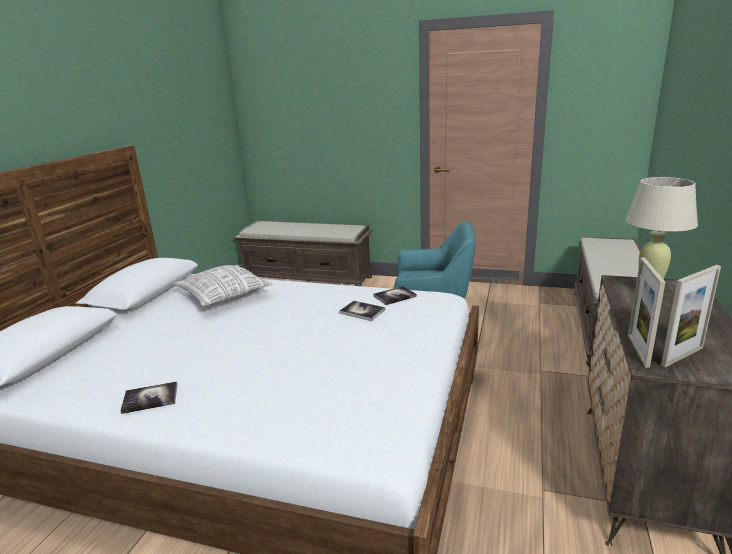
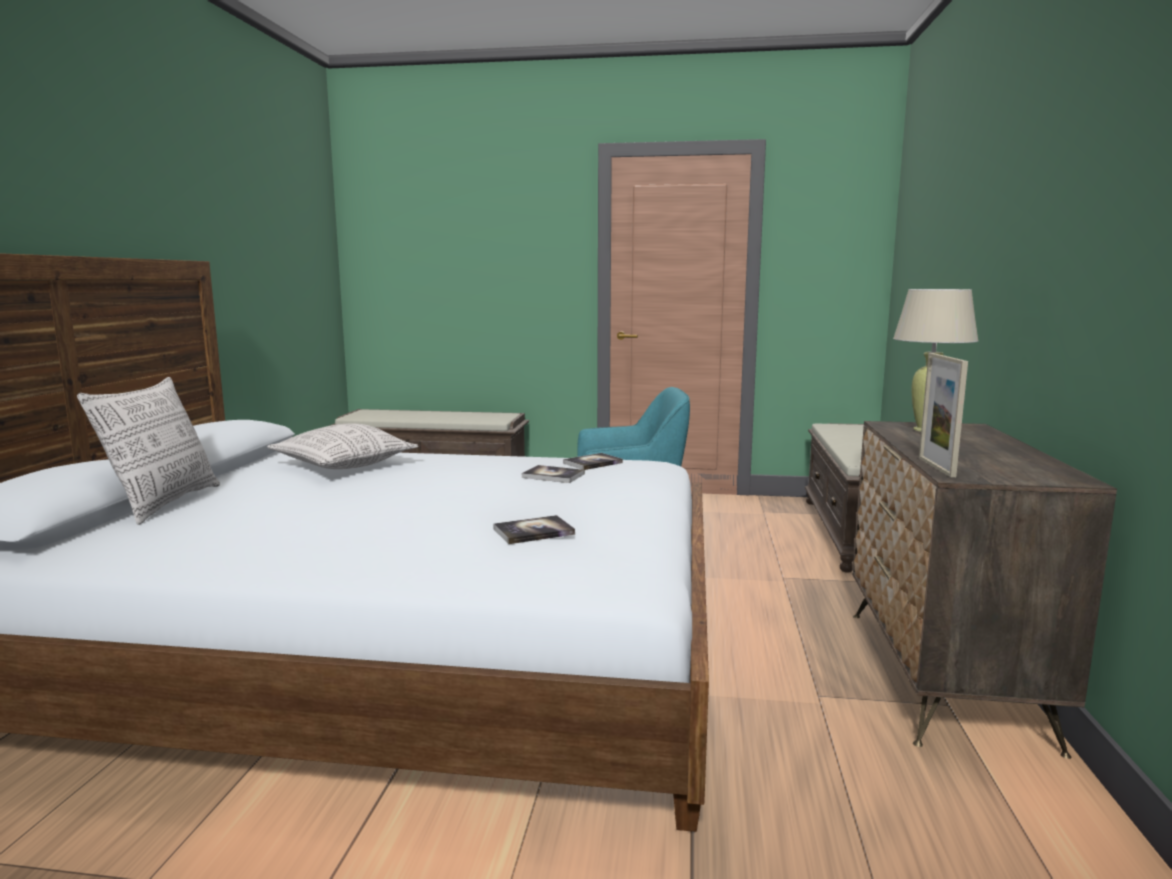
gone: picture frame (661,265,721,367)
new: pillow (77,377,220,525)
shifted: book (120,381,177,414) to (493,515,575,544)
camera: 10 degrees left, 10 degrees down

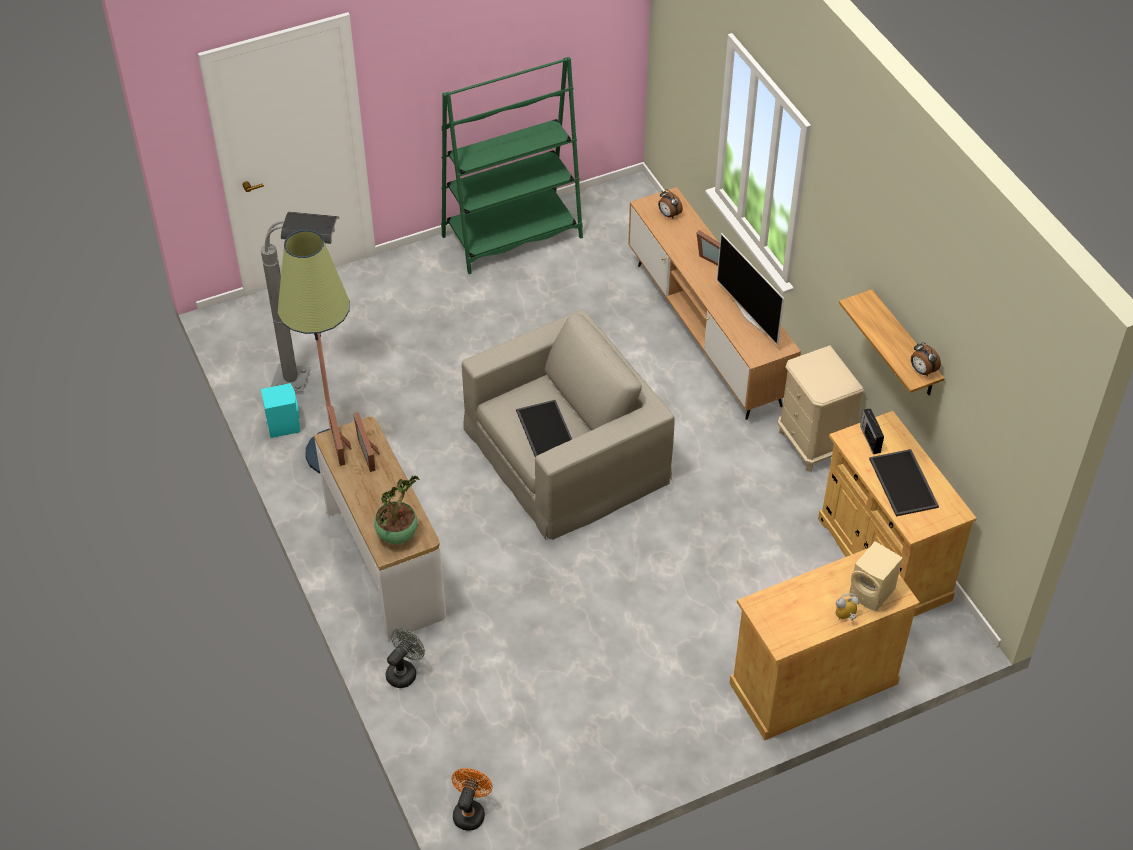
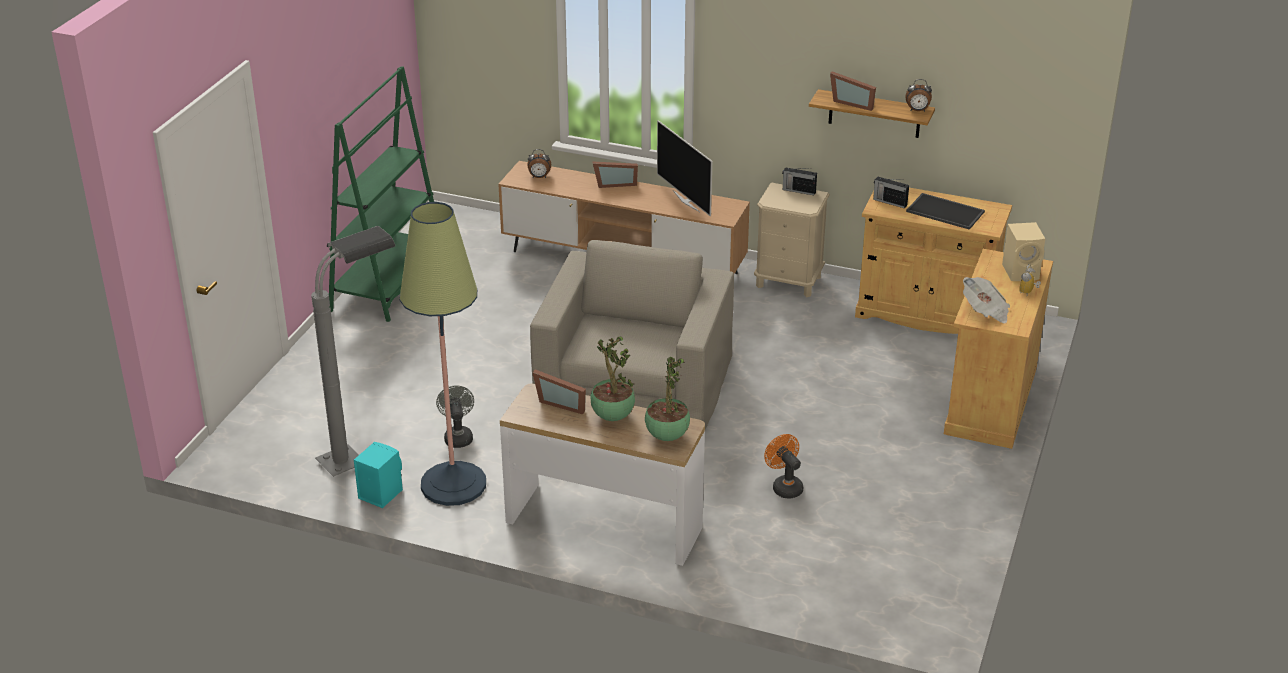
gone: tray (516,400,572,457)
new: potted plant (590,336,635,421); radio (782,167,817,195); newspaper (963,277,1010,323)
shifted: picture frame (328,406,352,466) to (830,71,876,111); grey fan (386,628,425,688) to (436,385,474,448); orange fan (452,768,492,831) to (764,434,803,499)
rotated: television (717,233,784,345) = (657,120,712,216) 45 degrees clockwise
camera: 45 degrees left, 15 degrees down

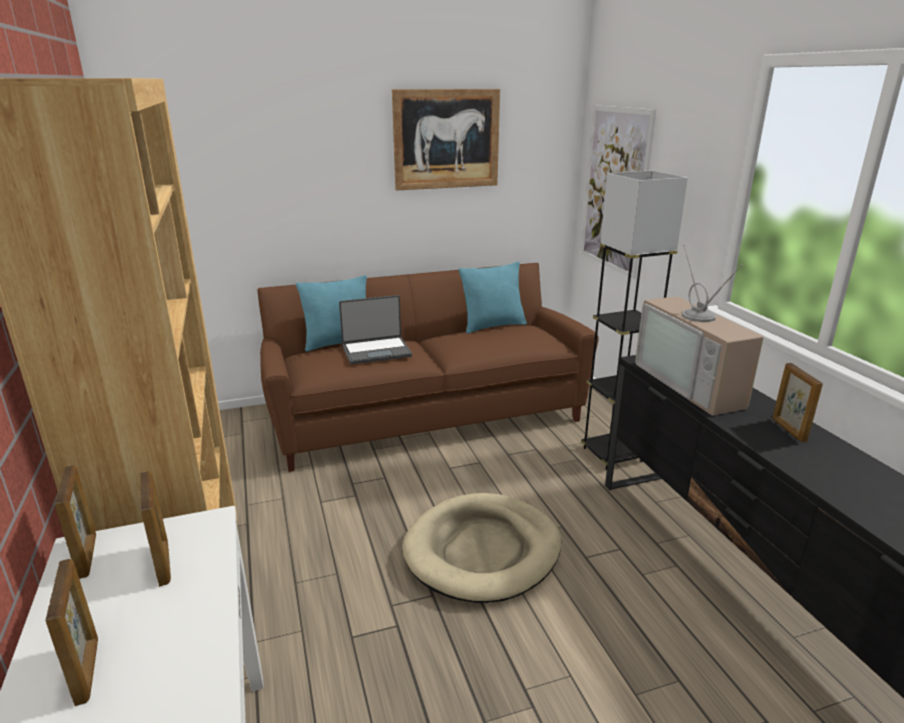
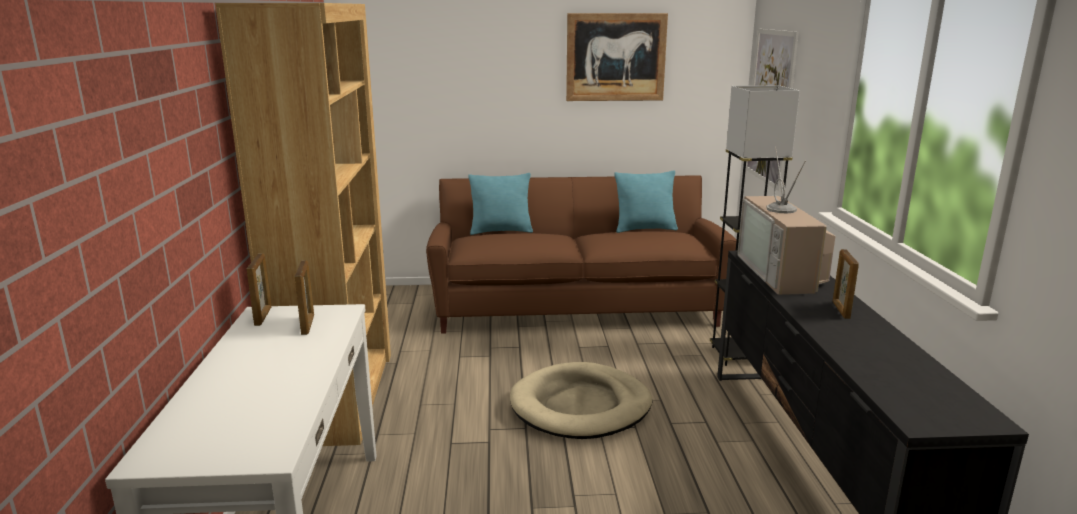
gone: picture frame (45,559,98,706); laptop (339,295,412,364)
camera: 15 degrees right, 5 degrees down

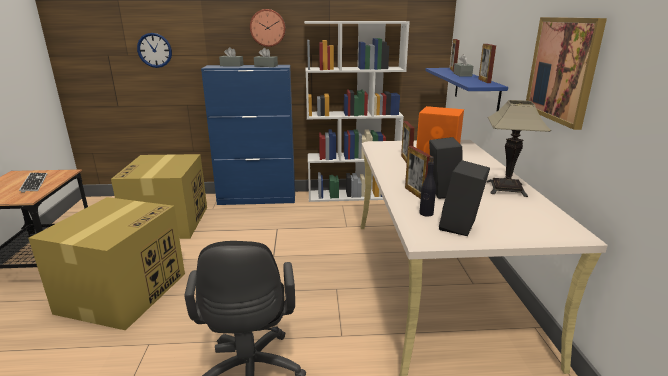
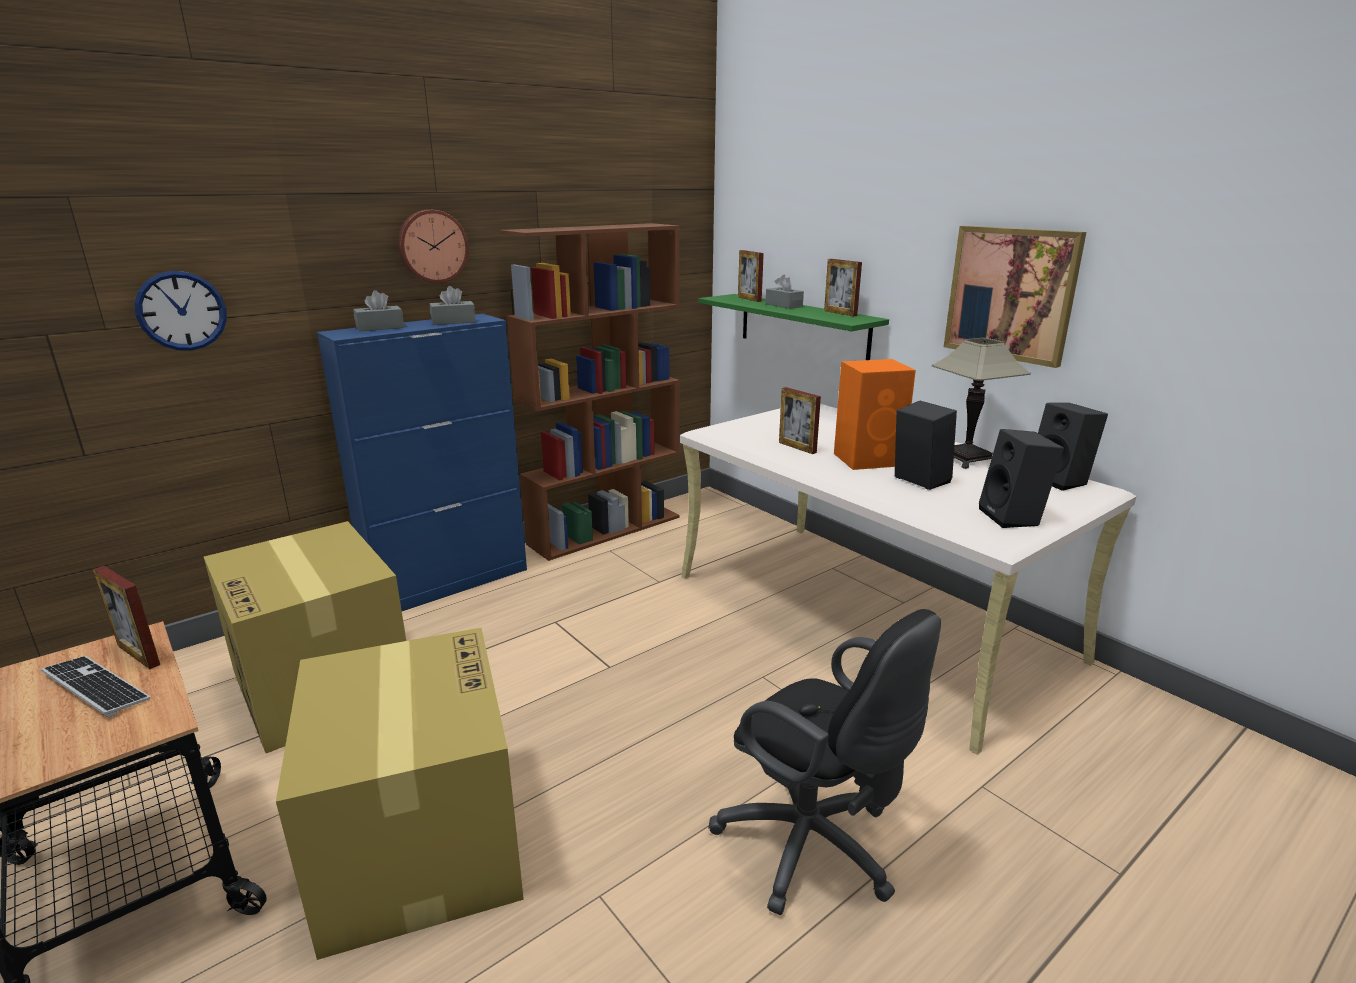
gone: black bottle (419,156,436,217)
new: black speaker (1038,403,1108,491)
shifted: picture frame (405,146,431,199) to (93,566,160,669)
repainted: white bookcase (304,21,410,202) to brown bookcase (499,223,680,561); blue shelf (425,68,508,112) to green shelf (698,294,889,360)
camera: 35 degrees left, 0 degrees up

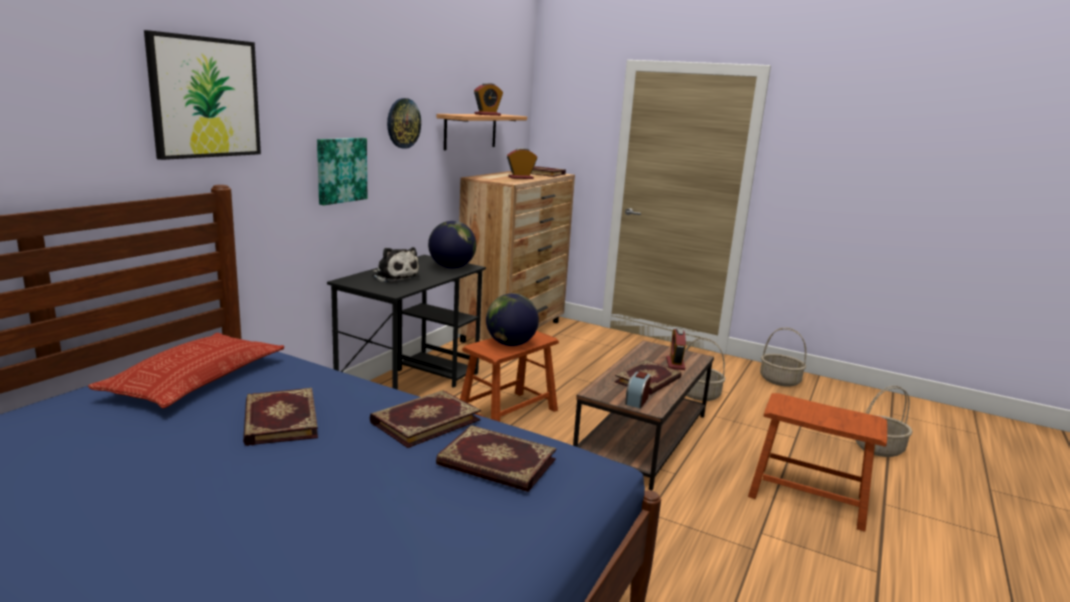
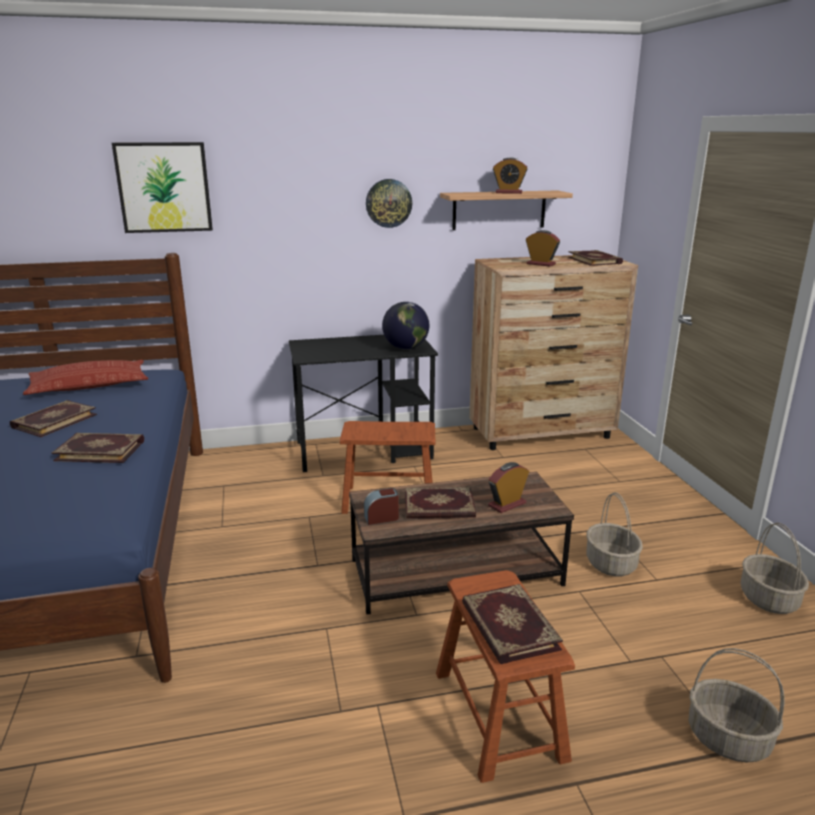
gone: picture (317,138,367,205); plush toy (372,247,420,283); globe (486,293,539,346)
shifted: book (436,425,557,492) to (462,584,563,664)
camera: 50 degrees right, 5 degrees up

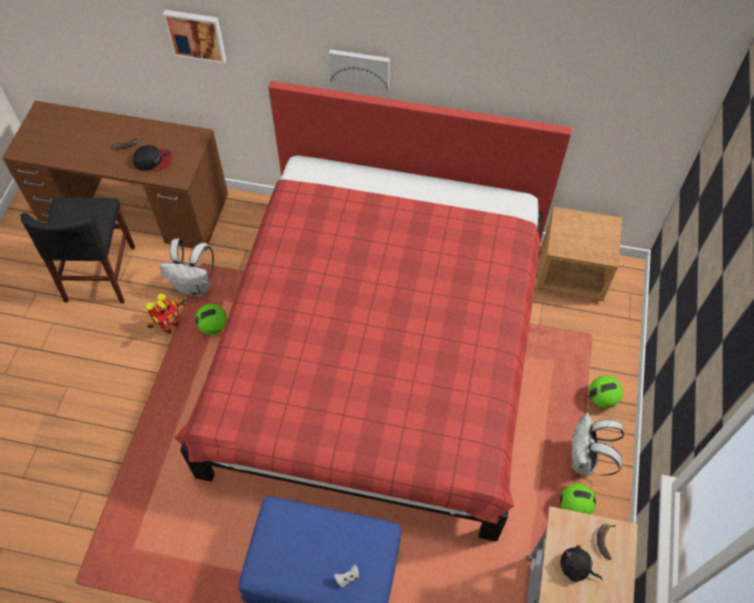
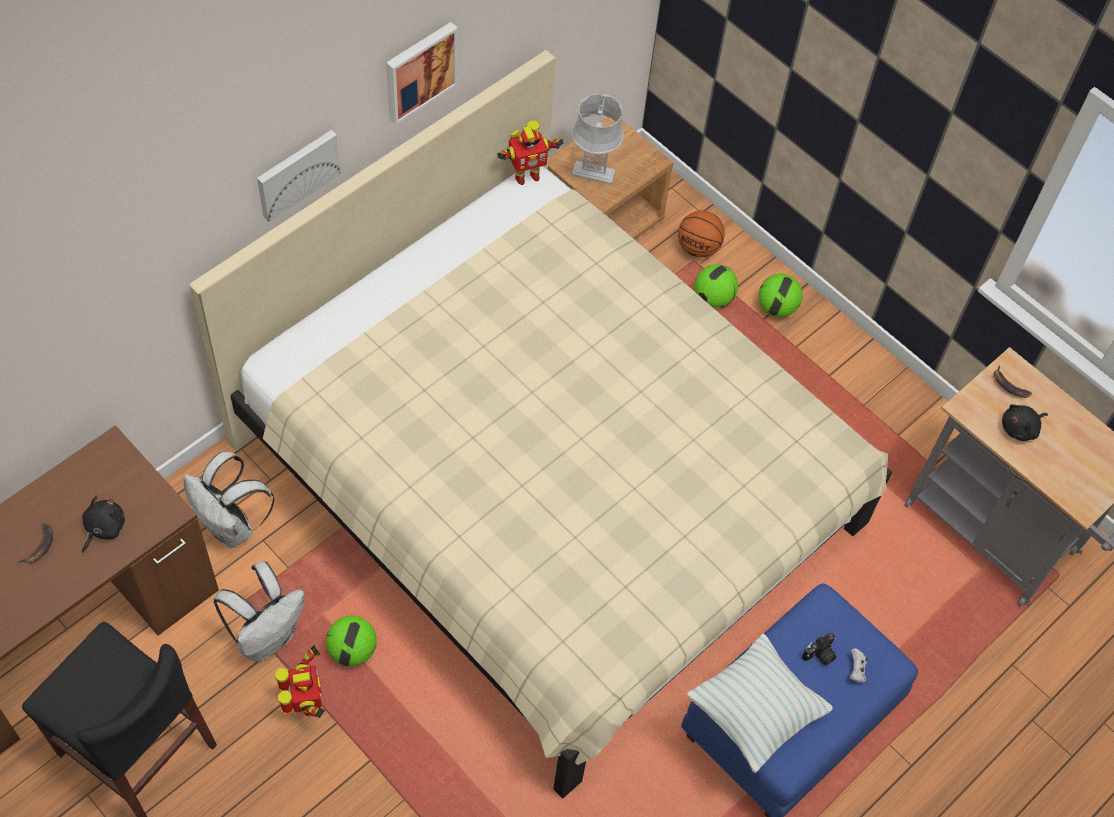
new: toy robot (497,121,564,185); grey table lamp (572,94,624,184); basketball (678,211,725,257); pillow (687,633,833,773); photo camera (802,633,837,666)
shifted: picture (163,10,226,64) to (386,22,458,125); football (560,484,596,515) to (694,264,738,308); white backpack (570,413,624,476) to (184,451,275,548)
swapped: cap (133,145,172,170) to black plush toy (82,495,125,552)
repainted: red bed (174,81,572,541) to beige bed (189,50,892,798)
camera: 60 degrees left, 0 degrees up

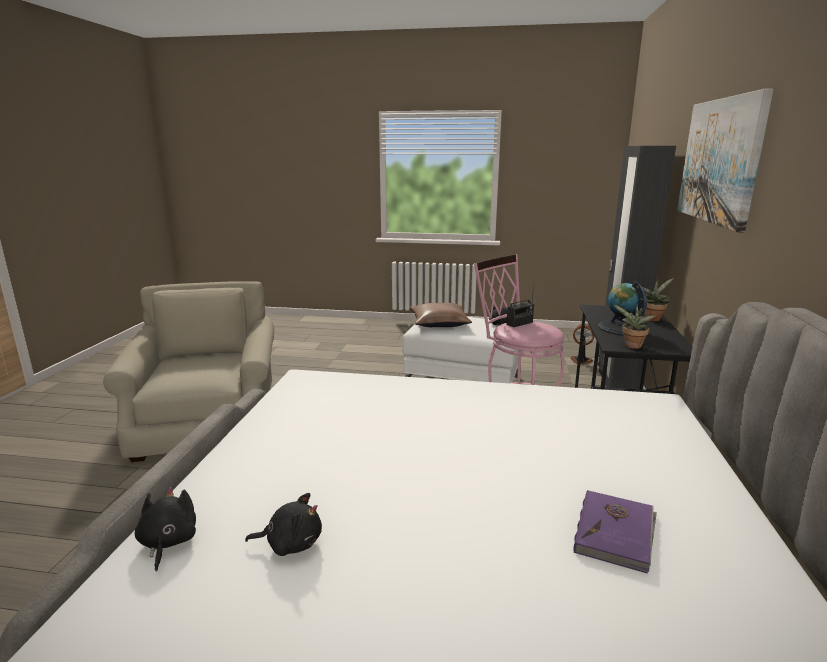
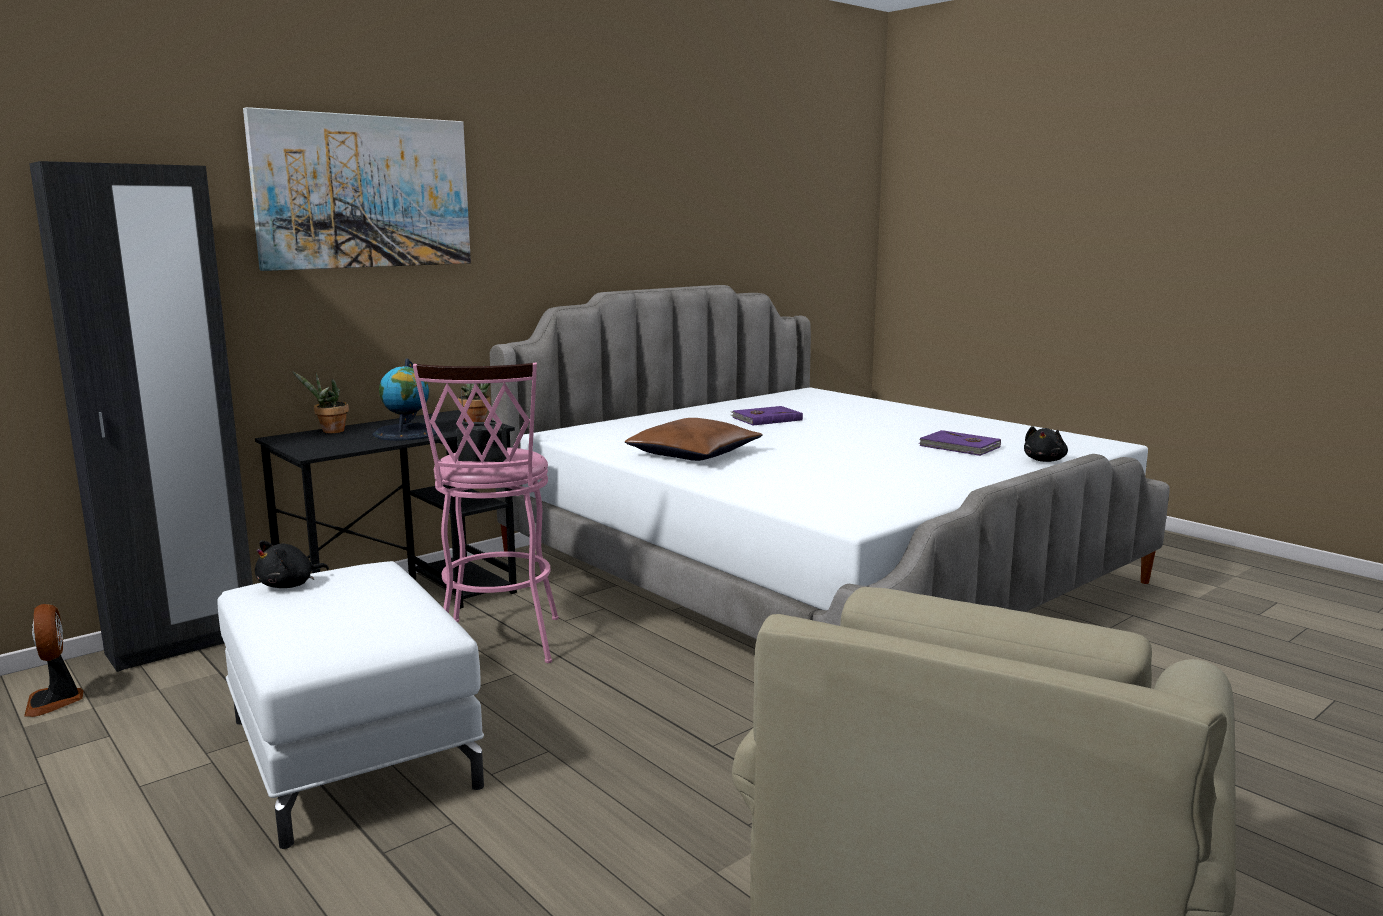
shifted: brown pillow (410,303,472,327) to (625,418,763,461)
swapped: black plush toy (245,493,322,556) to purple book (918,430,1001,456)
camera: 140 degrees left, 5 degrees down

